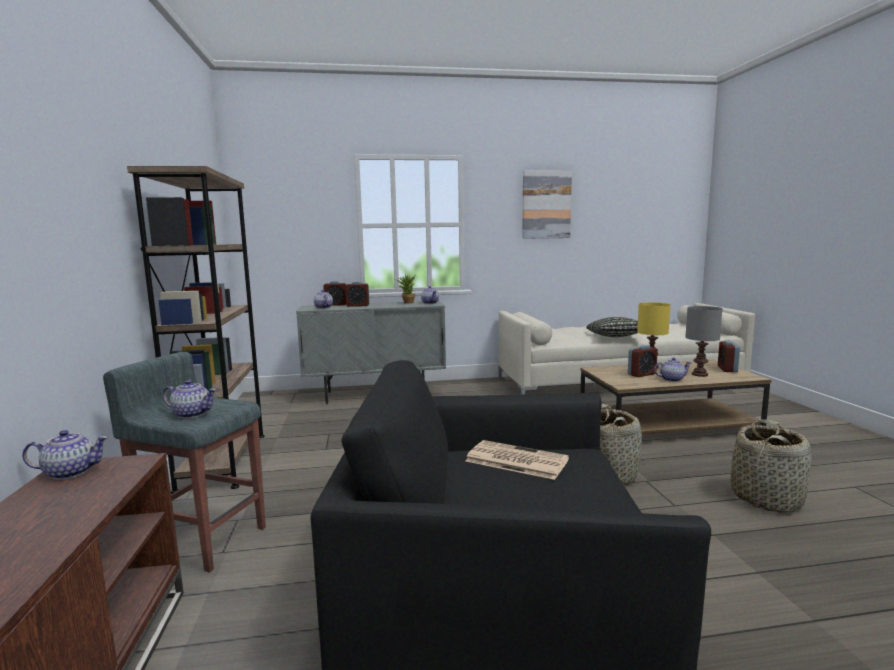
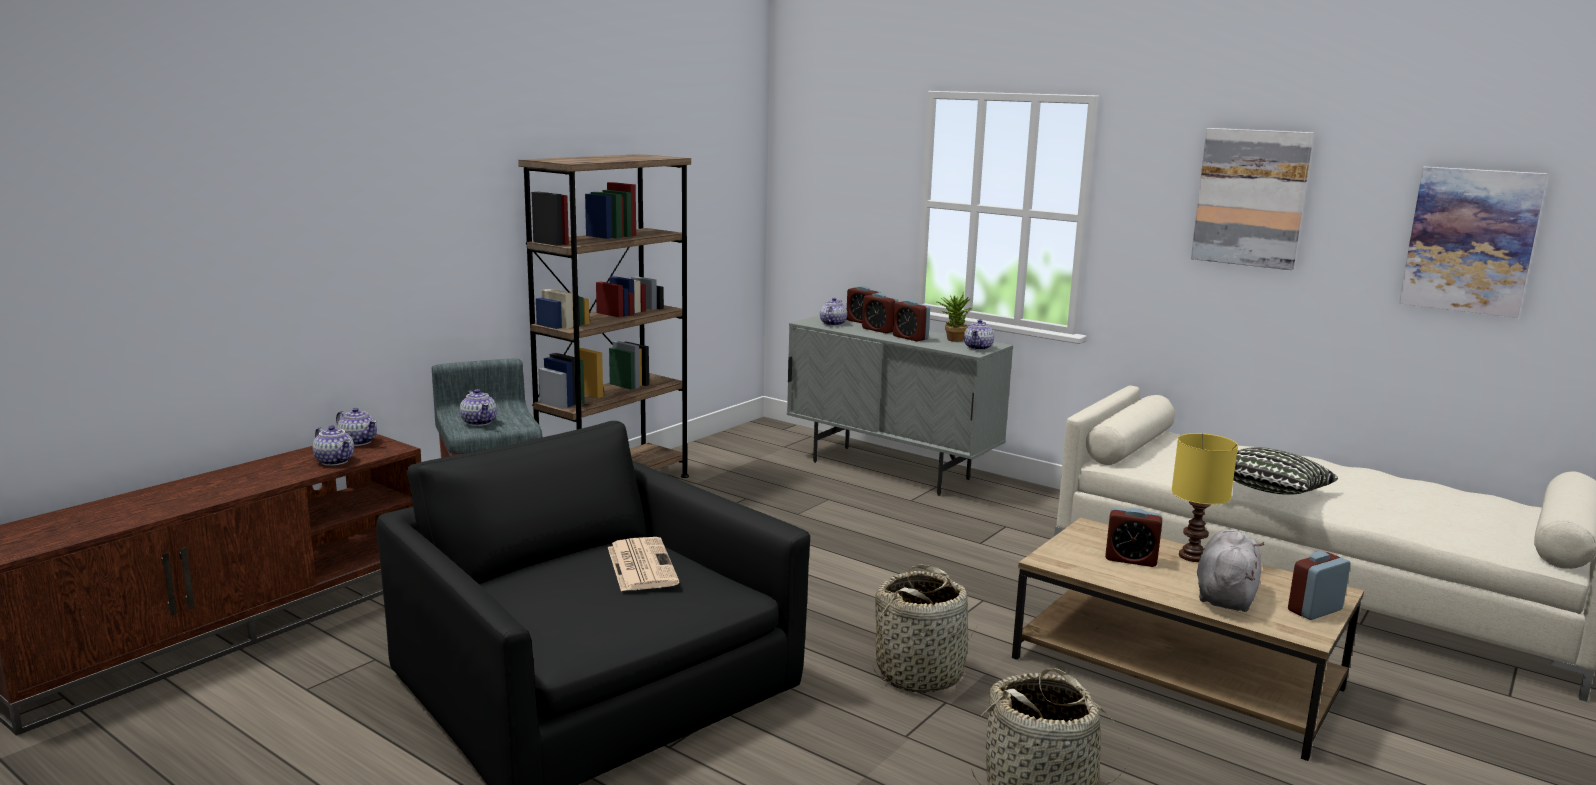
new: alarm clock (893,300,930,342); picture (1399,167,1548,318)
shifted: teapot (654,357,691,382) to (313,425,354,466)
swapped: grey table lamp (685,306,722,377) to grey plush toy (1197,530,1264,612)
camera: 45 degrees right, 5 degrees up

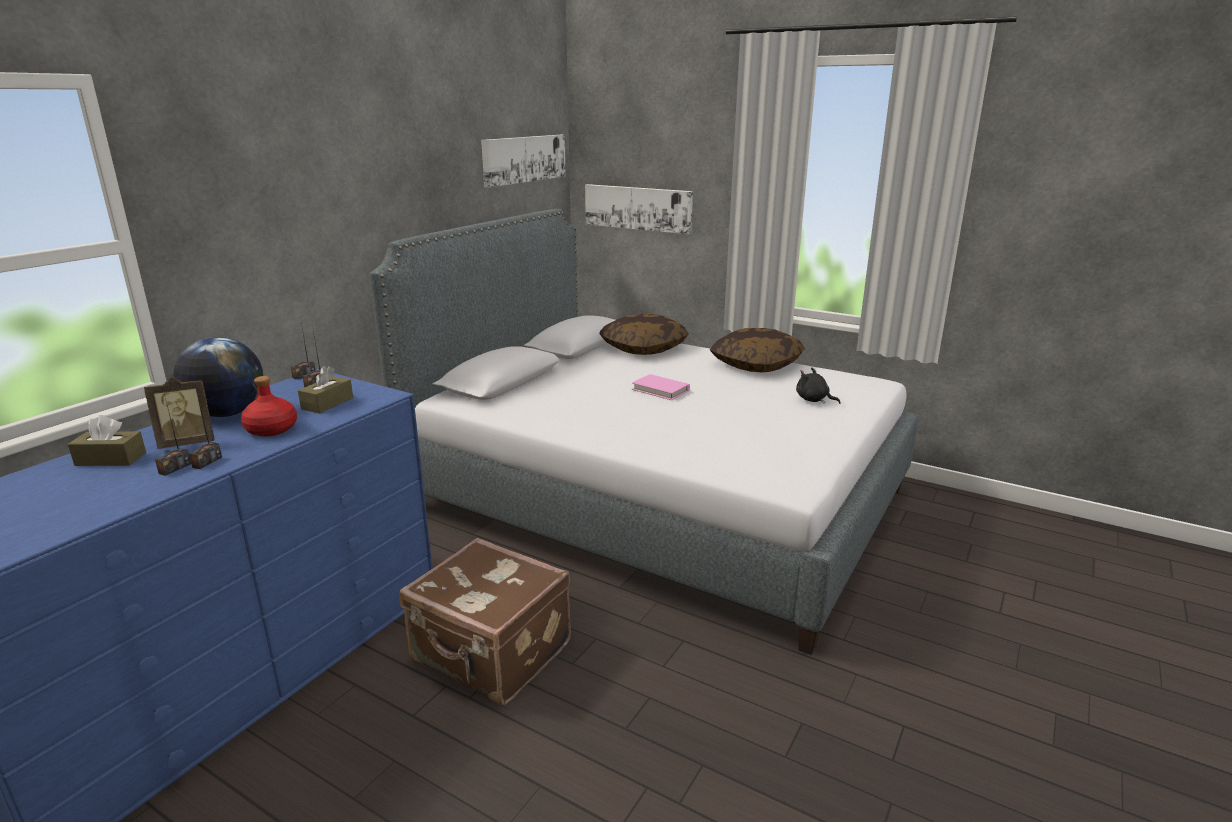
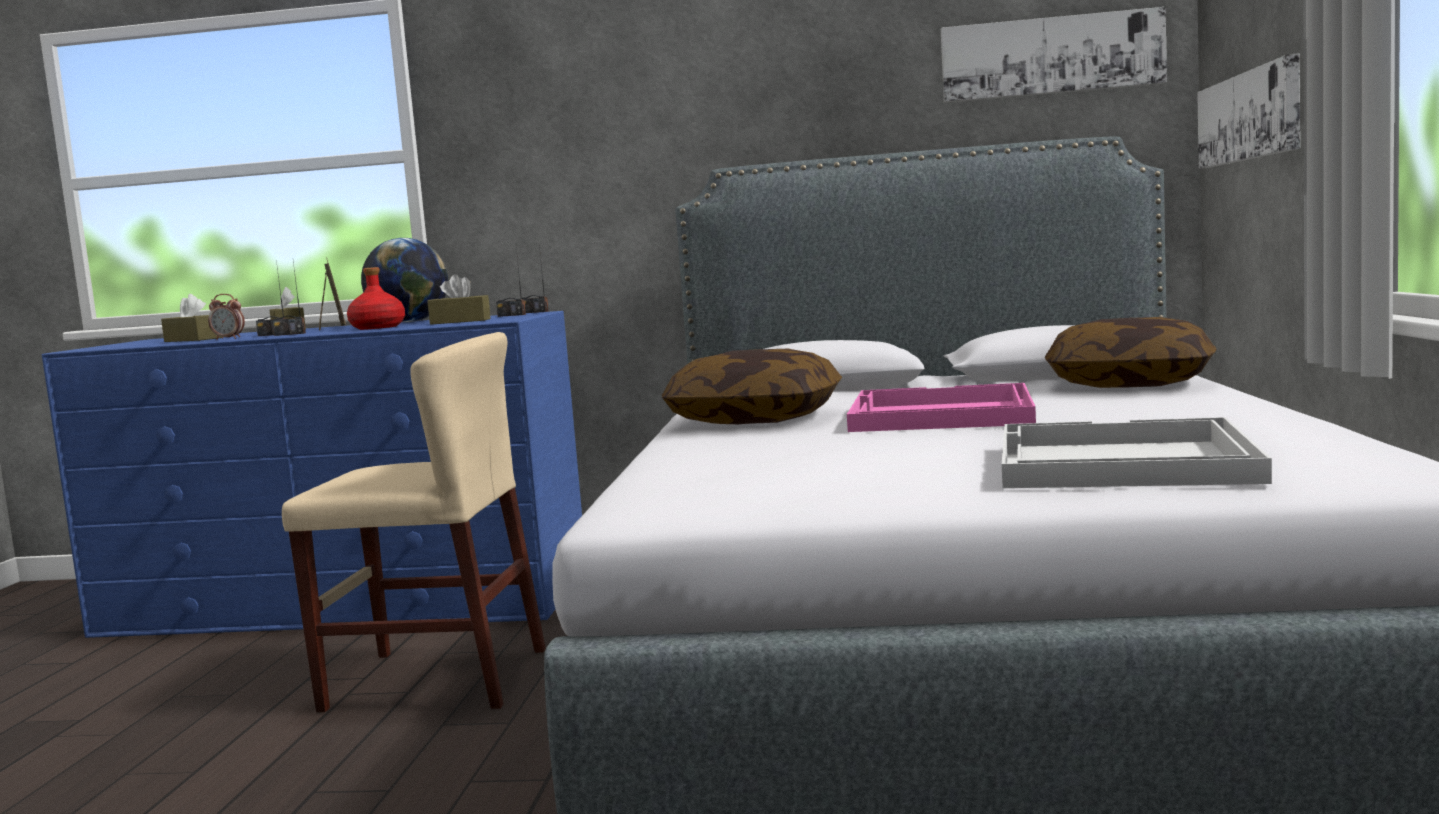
new: brown tissue box (161,294,222,342); alarm clock (208,294,245,340)
shifted: pillow (710,328,805,372) to (662,349,842,424)
swapped: brown suitcase (399,538,571,705) to beige chair (282,332,546,712); pink book (632,374,690,400) to pink tray (847,383,1036,432); black plush toy (796,368,841,404) to white tray (1002,417,1272,488)
rotated: picture frame (144,376,214,449) = (319,257,346,331) 150 degrees counterclockwise
camera: 65 degrees right, 15 degrees down

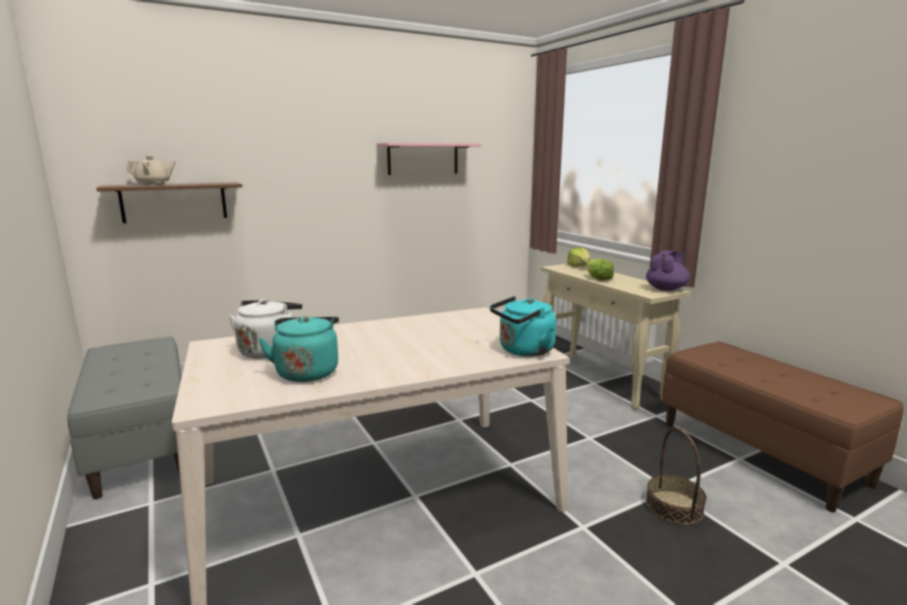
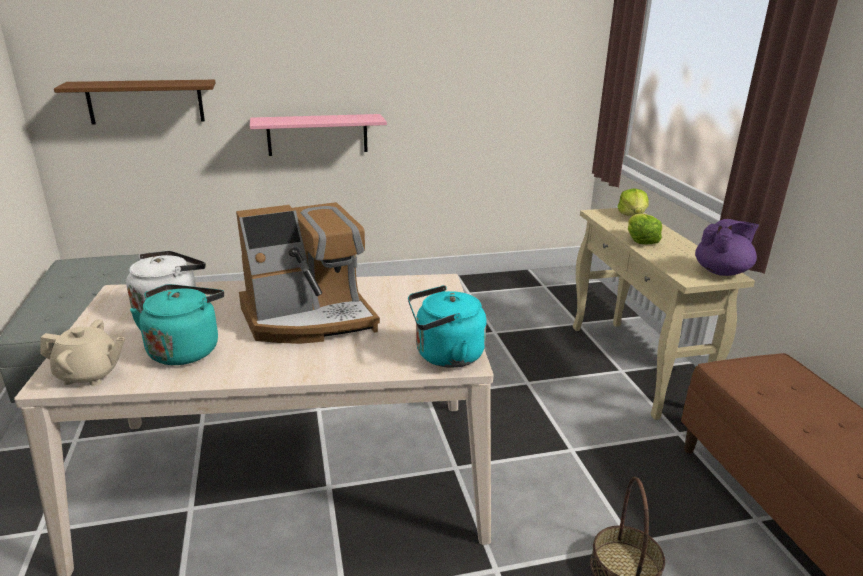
new: coffee machine (236,202,380,344)
shifted: beige teapot (127,156,175,185) to (40,319,125,386); pink shelf (376,143,481,175) to (250,114,387,156)
camera: 15 degrees right, 10 degrees up

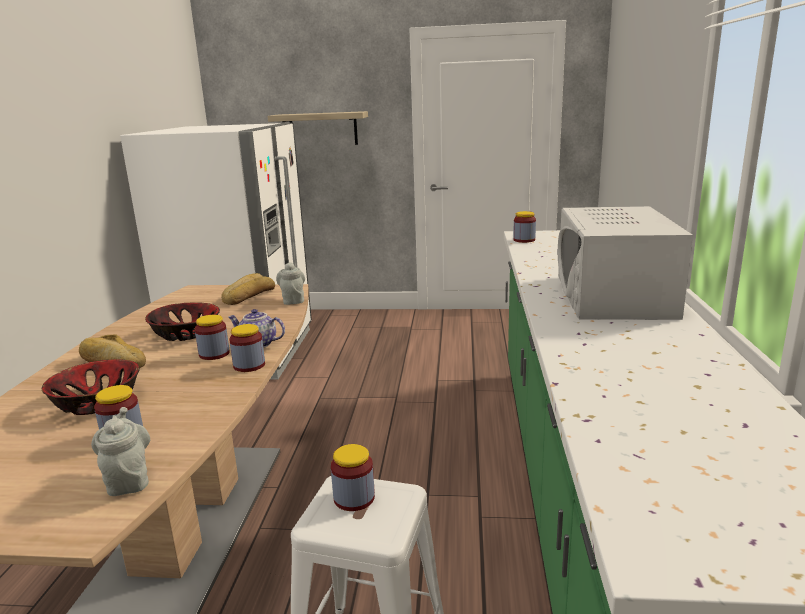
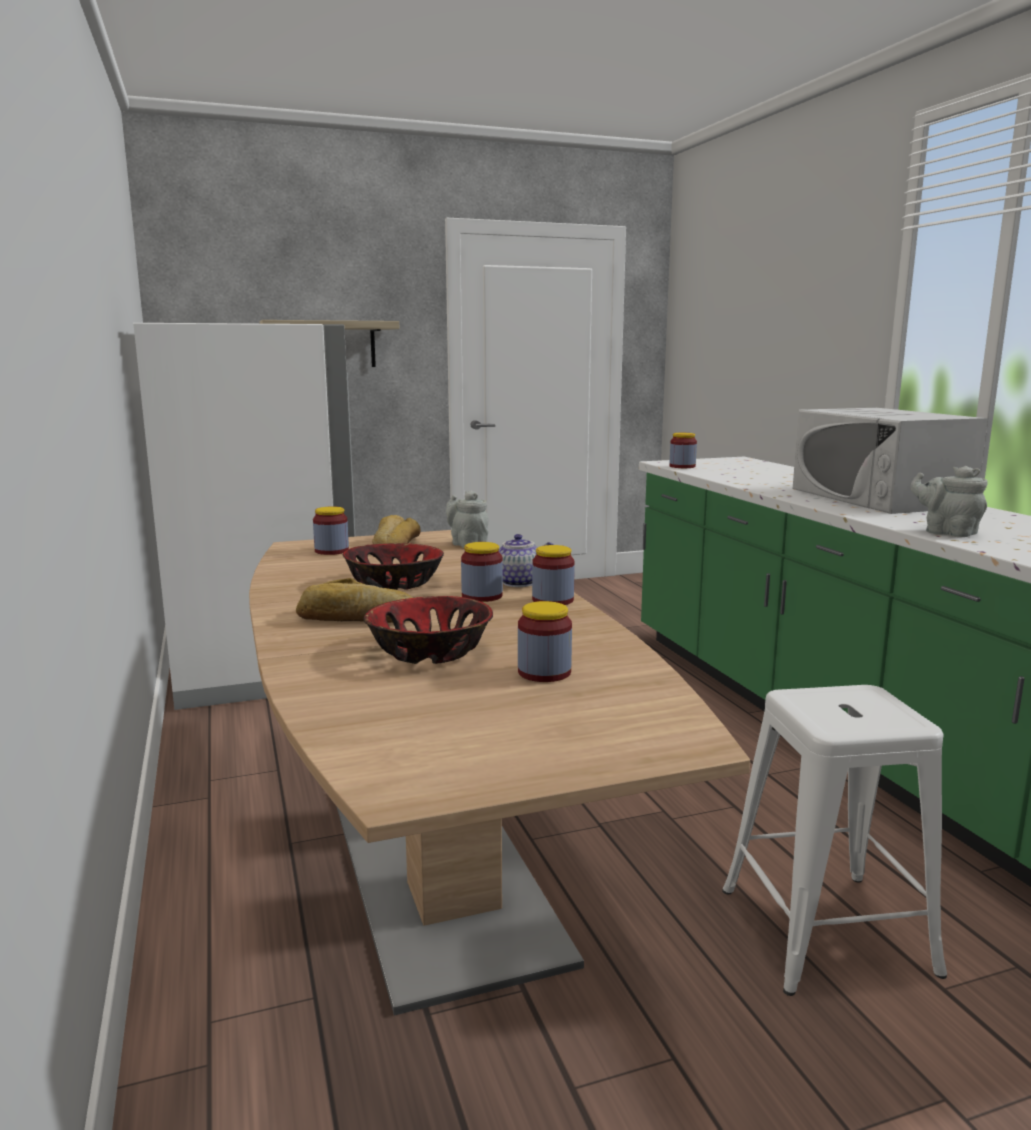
shifted: grey teapot (91,407,150,496) to (910,466,988,537); jar (331,444,375,511) to (313,506,349,555)
camera: 25 degrees left, 5 degrees down

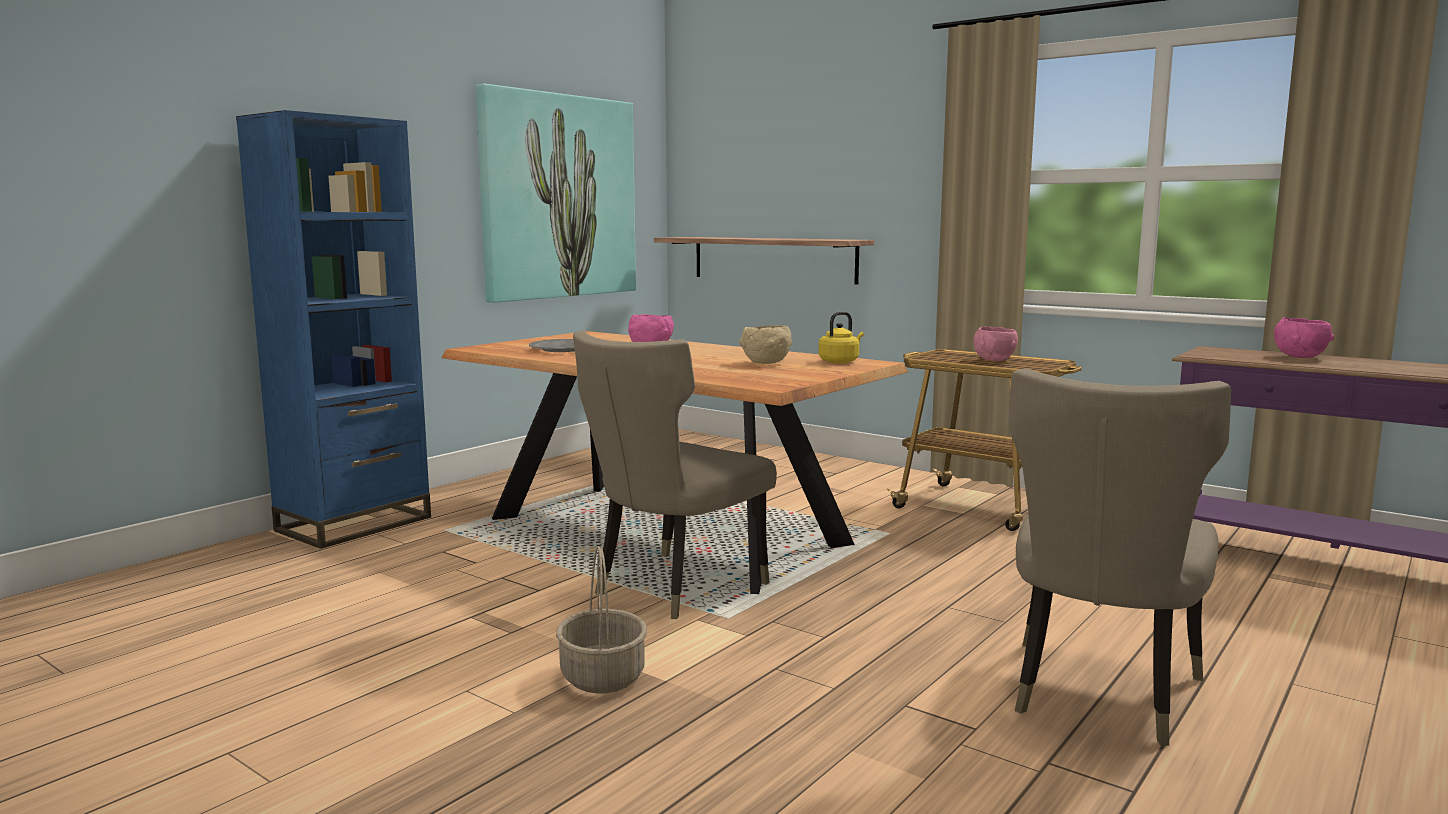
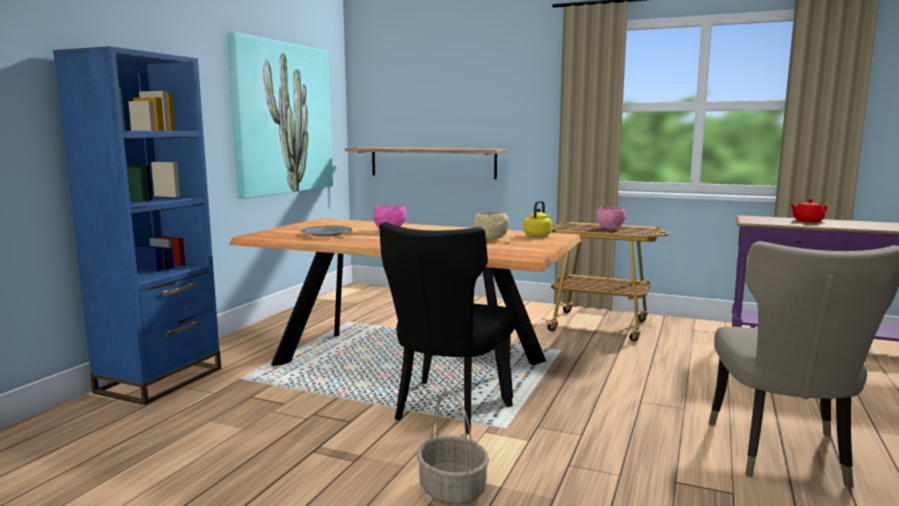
swapped: pink bowl (1274,317,1334,358) to red teapot (790,199,827,222)
repainted: beige chair (573,330,777,619) to black chair (379,222,517,434)
camera: 15 degrees left, 0 degrees up

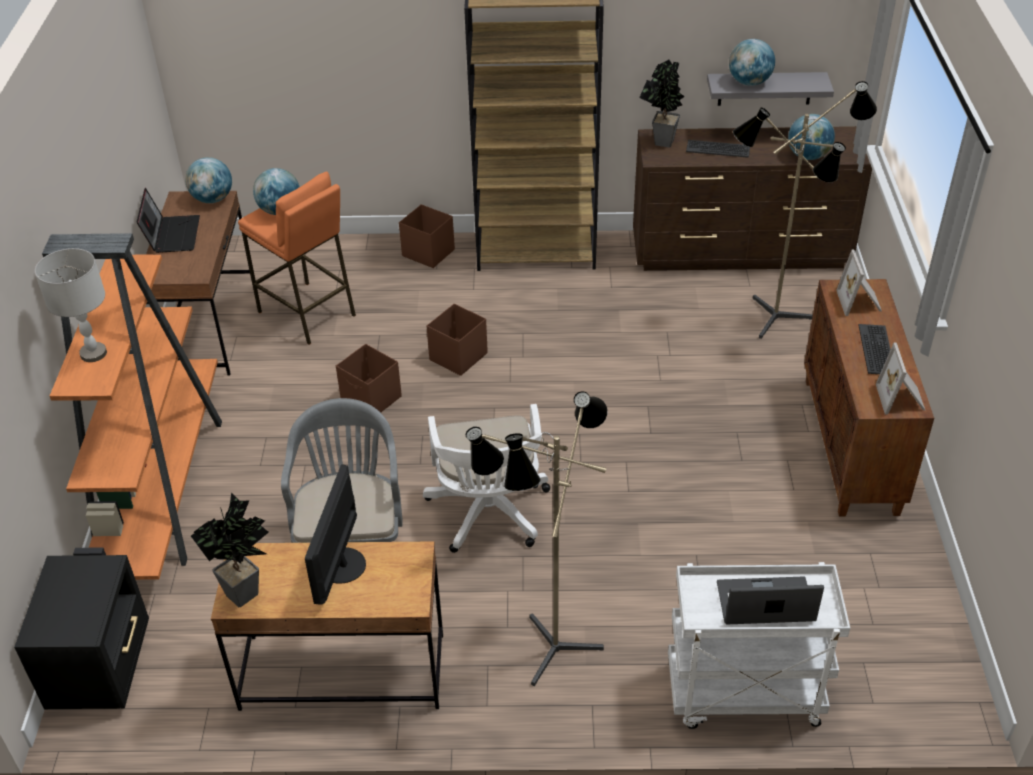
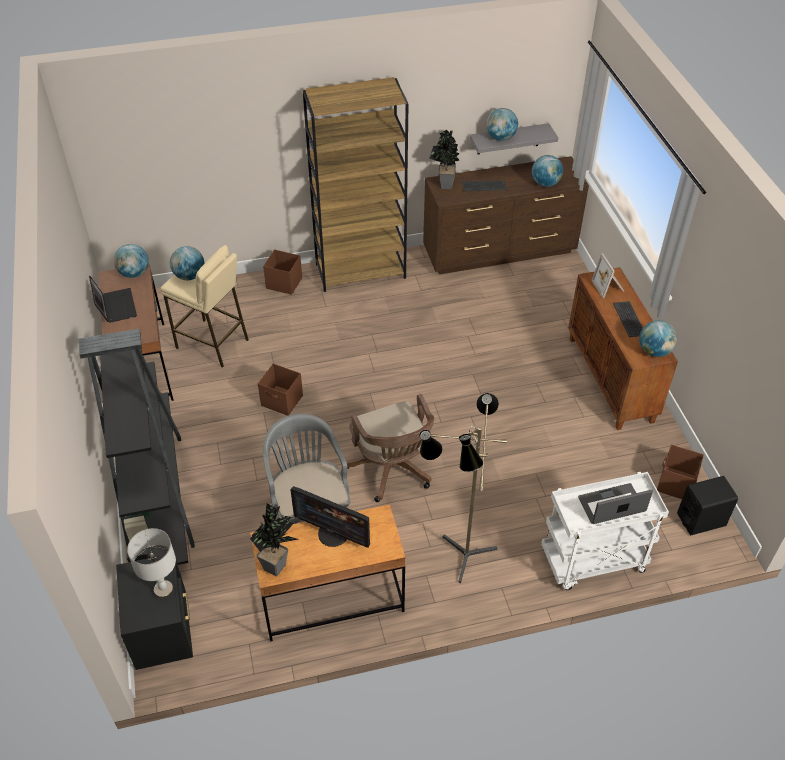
gone: floor lamp (733,81,877,339)
new: black speaker (677,476,738,535)
shifted: grey table lamp (35,248,107,362) to (127,528,176,598); brown storage box (427,304,488,376) to (657,444,704,499)
swapped: picture frame (876,342,925,415) to globe (639,320,677,357)
repainted: orange bookcase (42,233,222,580) to black bookcase (79,329,195,565); orange stool (238,172,356,345) to beige stool (160,245,249,368); white office chair (423,404,550,553) to brown office chair (346,394,434,502)
rotated: monitor (305,464,366,605) = (290,486,370,548) 60 degrees counterclockwise
camera: 15 degrees left, 5 degrees up

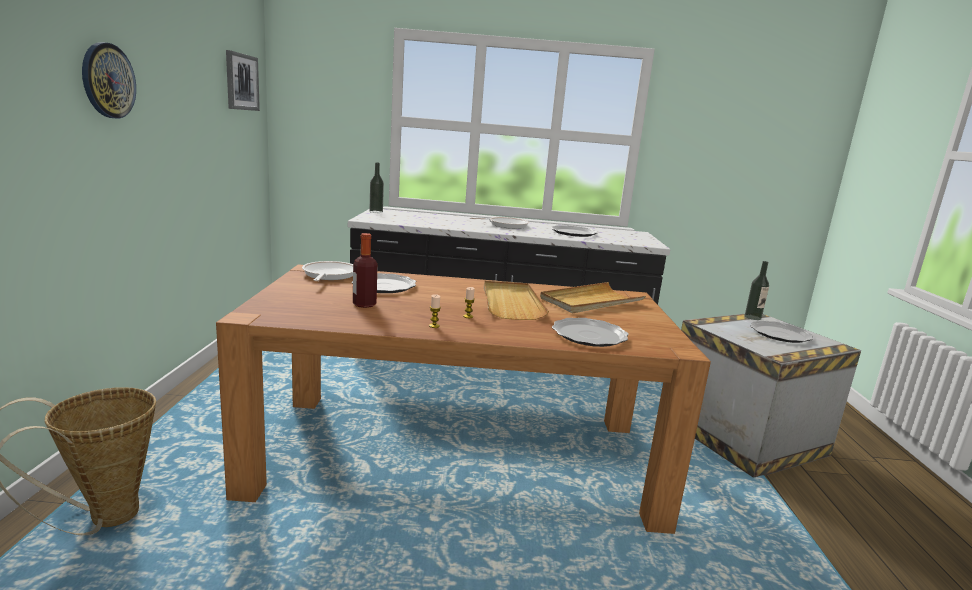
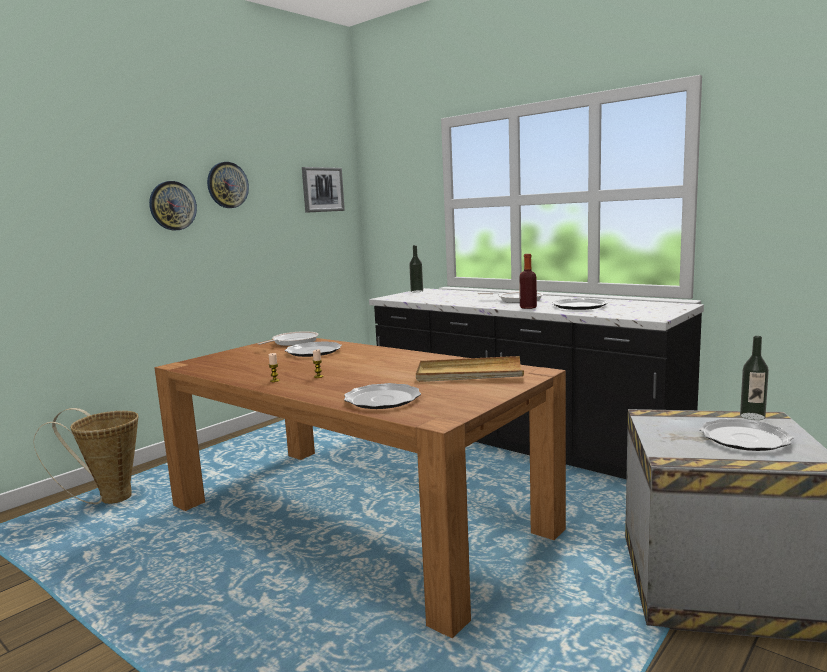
gone: beige tray (484,281,549,320)
new: wall clock (207,162,249,208)
shifted: bottle (353,233,378,308) to (519,254,537,309)
camera: 40 degrees right, 5 degrees down

